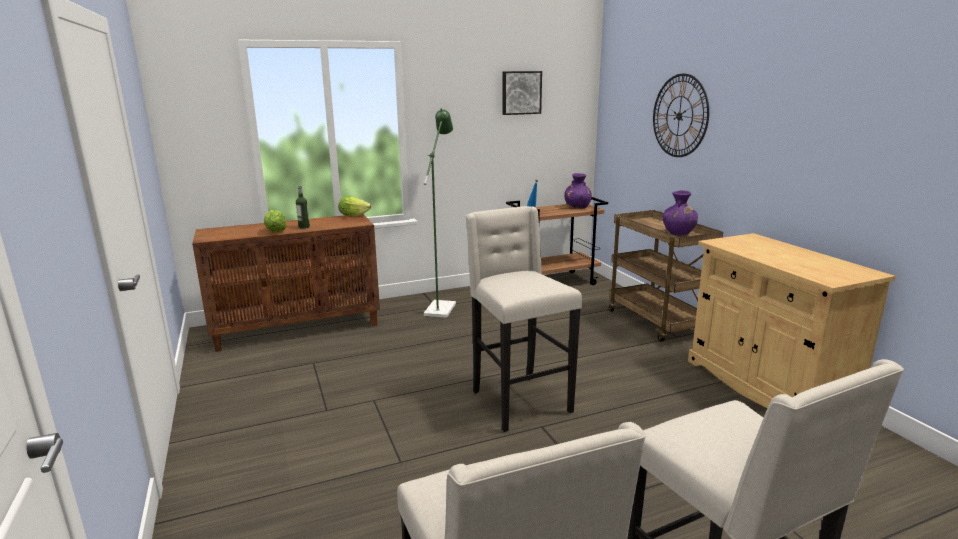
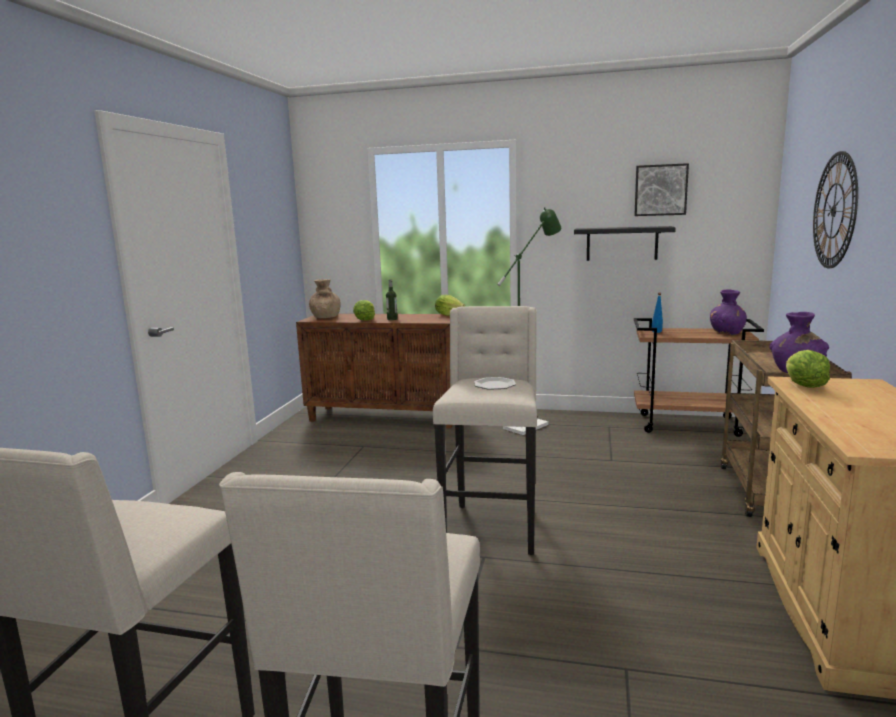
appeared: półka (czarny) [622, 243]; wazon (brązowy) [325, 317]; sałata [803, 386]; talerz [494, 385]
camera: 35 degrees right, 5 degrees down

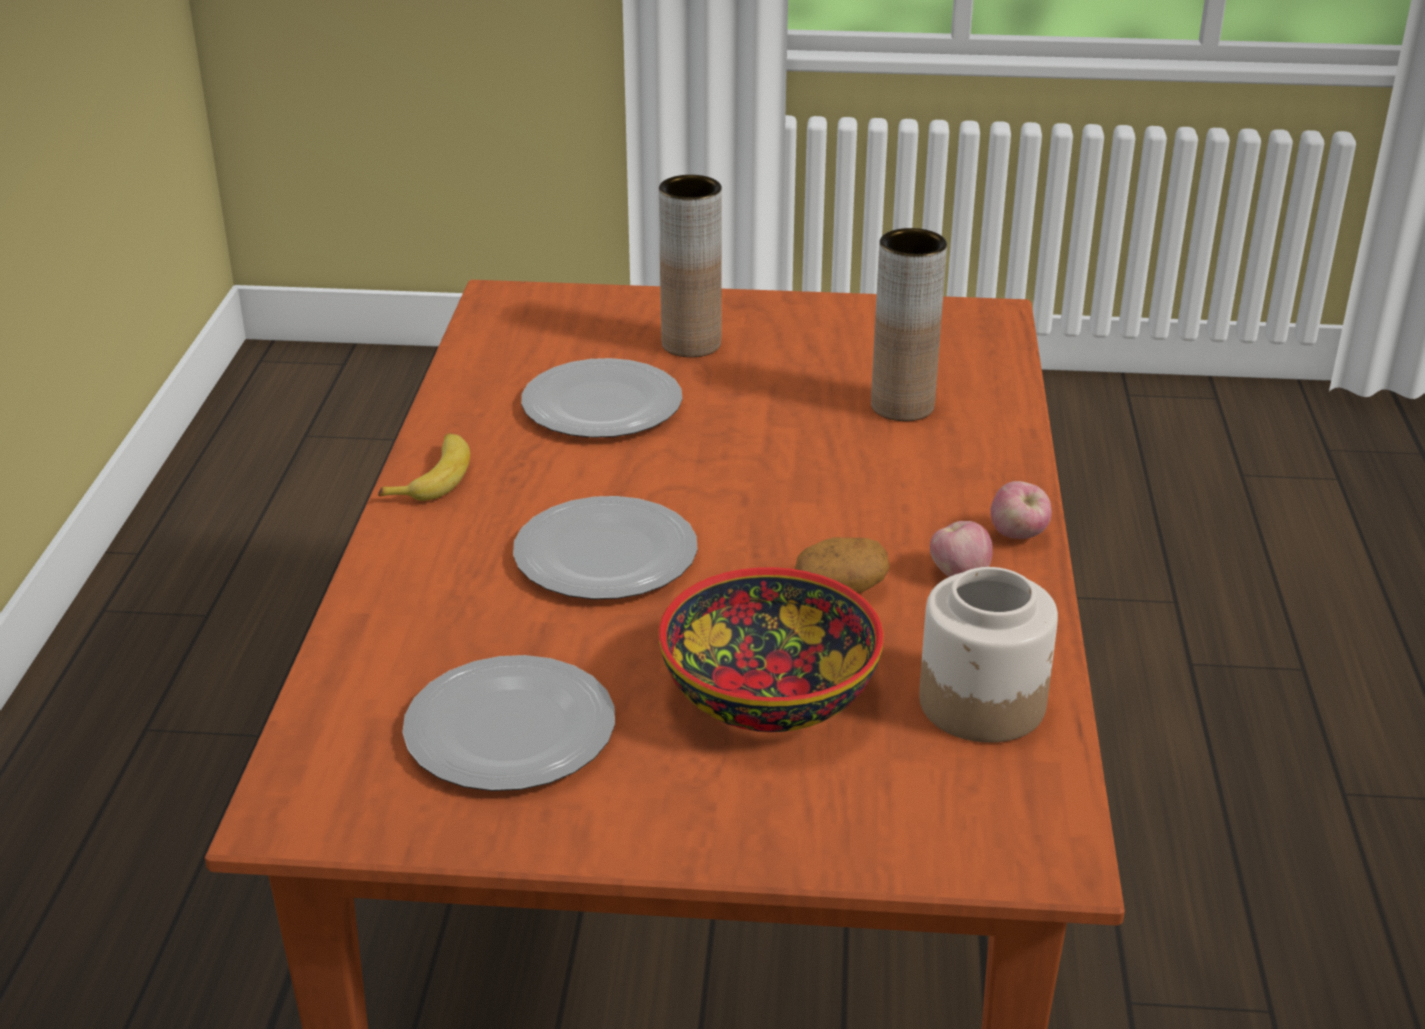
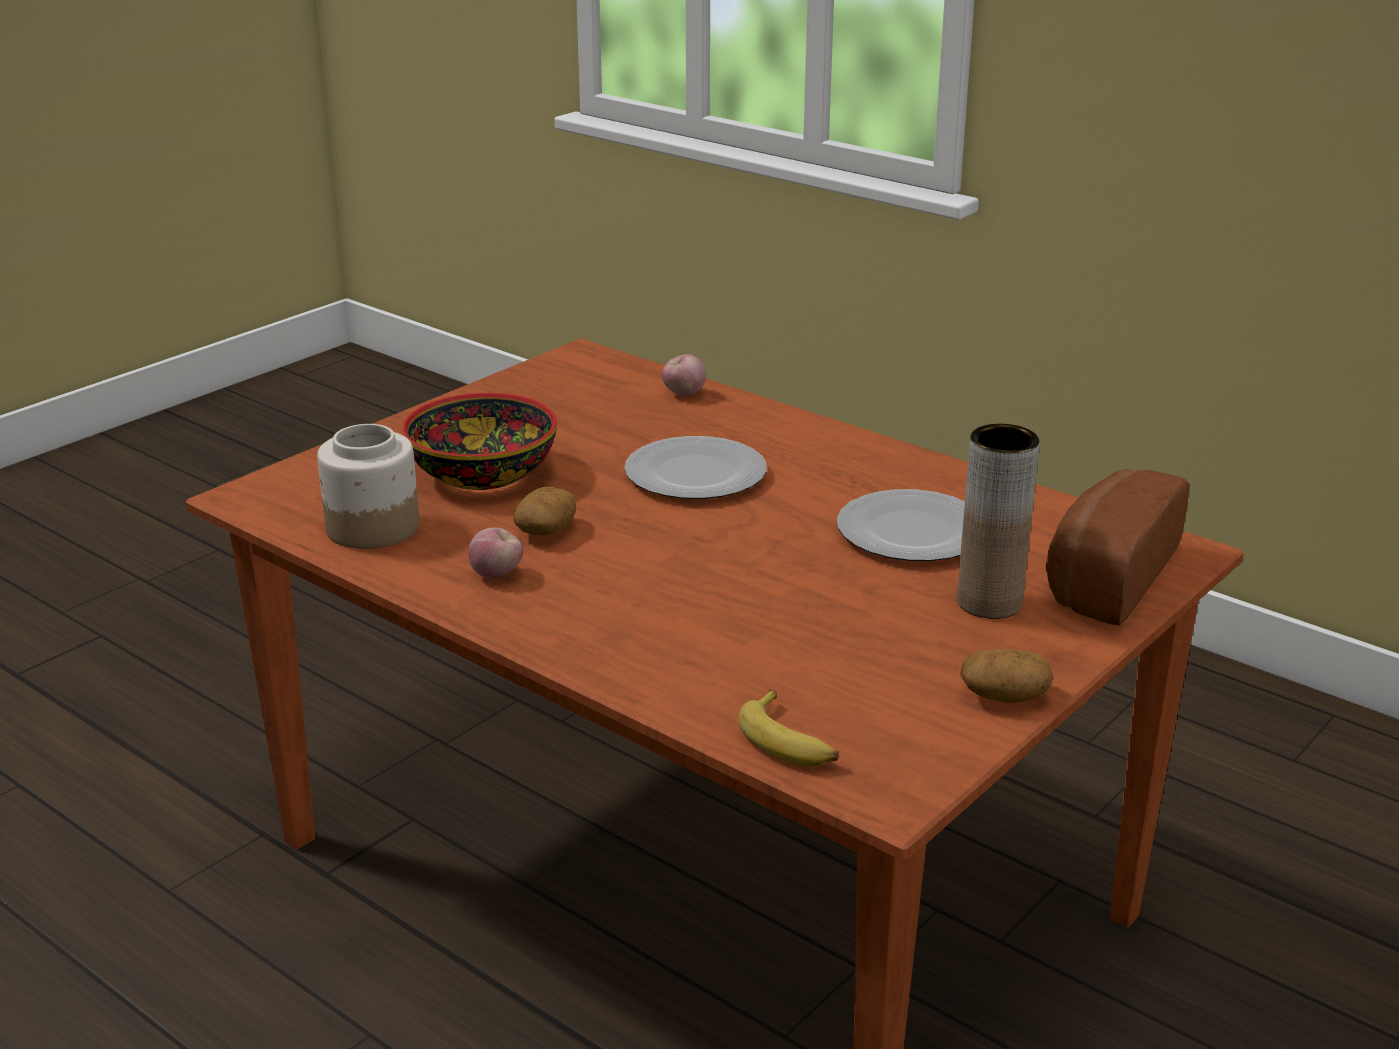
missing: wazon (brązowy) [902, 406]; talerz [507, 731]
appeared: chleb [1104, 577]; ziemniak [1004, 696]
relocated: banan [433, 477] to [789, 742]; jabłko [1018, 536] to [683, 394]
camera: 125 degrees right, 5 degrees down

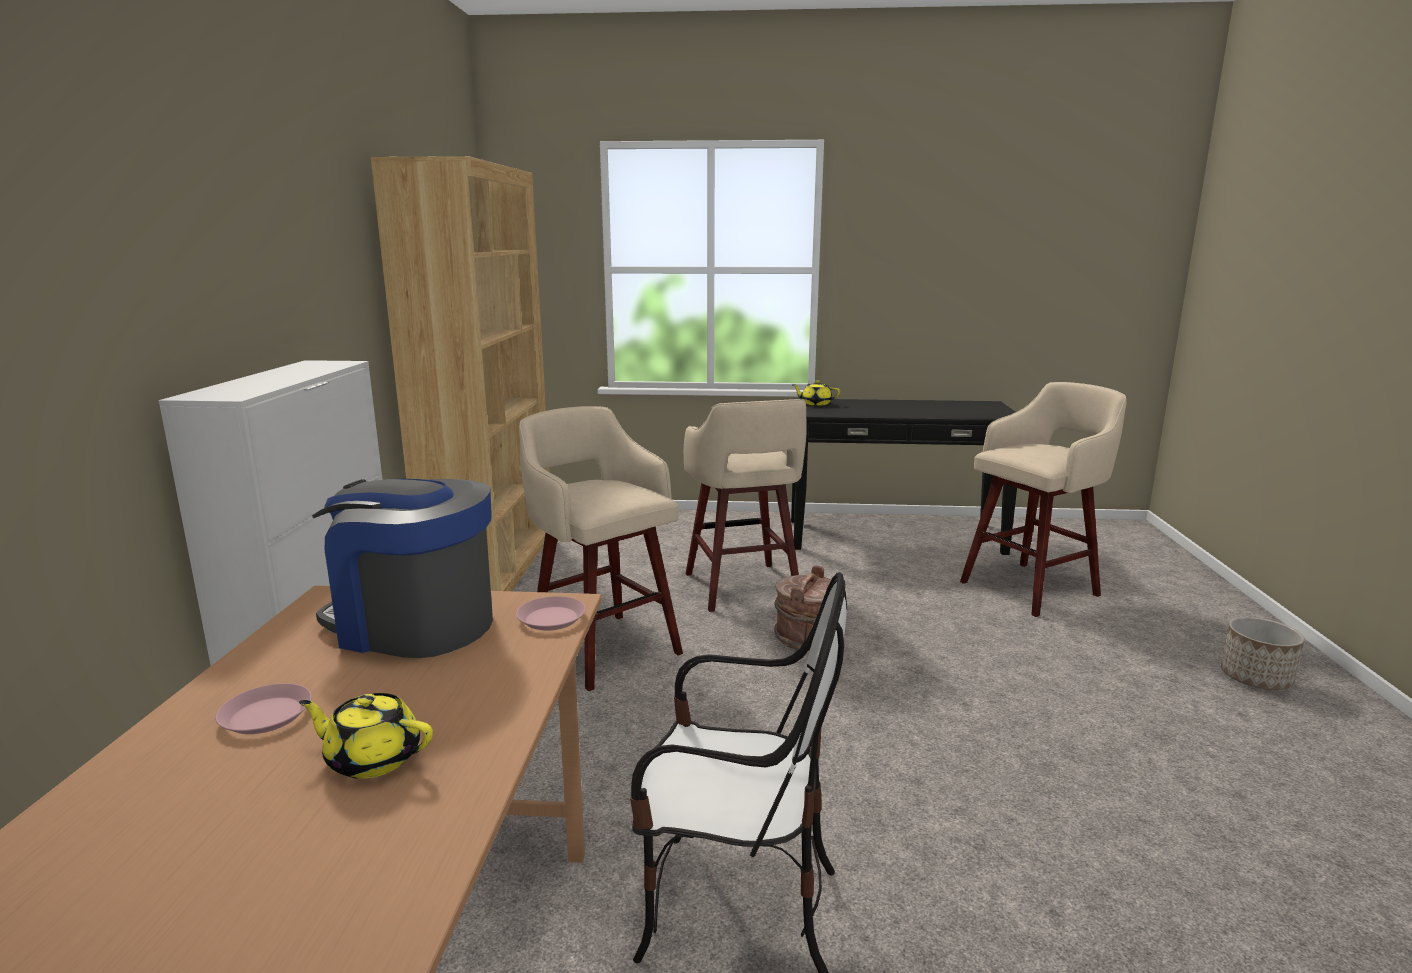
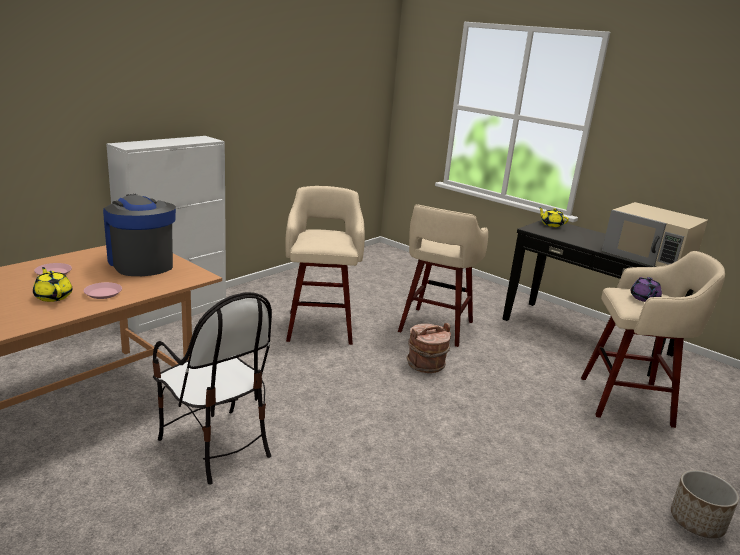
missing: regał (brązowy) [493, 566]
appeared: mikrofalówka (beżowy) [649, 255]; imbryk (fioletowy) [644, 299]
relocated: talerz (różowy) [552, 618] to [103, 293]
camera: 35 degrees right, 5 degrees up

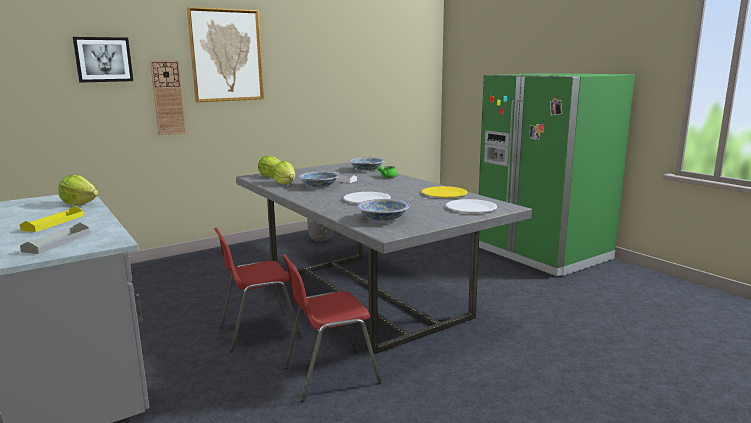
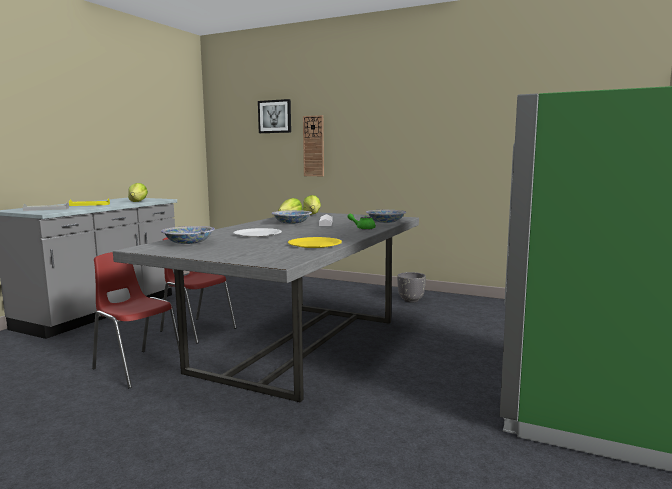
missing: obraz [226, 55]; talerz (biały) [471, 208]
camera: 60 degrees right, 5 degrees down

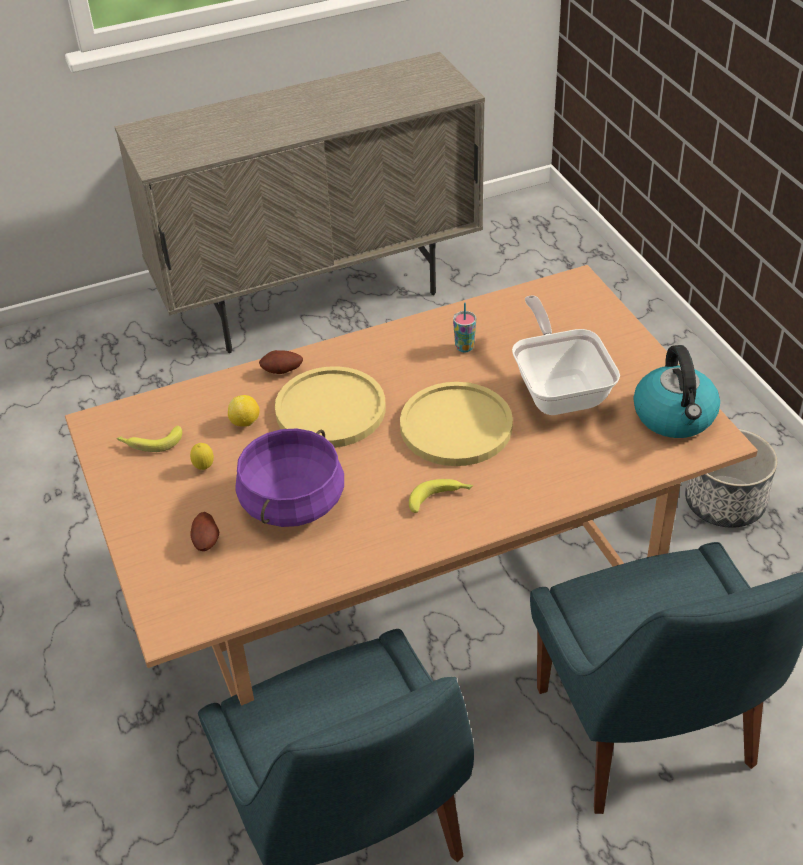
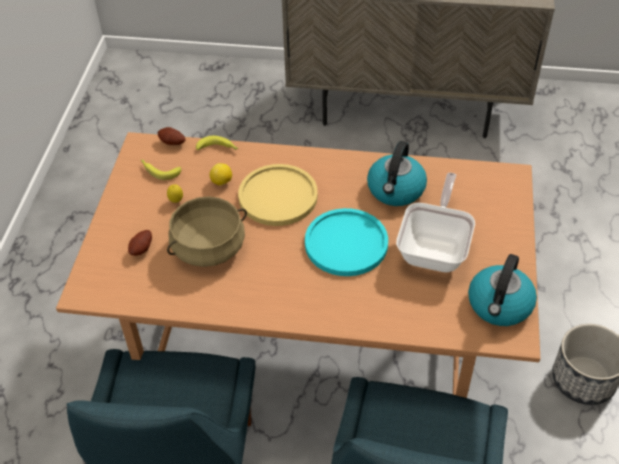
relocated: ziemniak [282, 372] to [172, 143]; banan [440, 498] to [218, 149]
exchanged: filiżanka [464, 347] to czajnik [396, 190]
colour: talerz (żółty) [456, 426] to talerz (turkusowy) [346, 243]; garnek (fioletowy) [293, 502] to garnek (beżowy) [208, 248]
camera: 30 degrees right, 5 degrees up

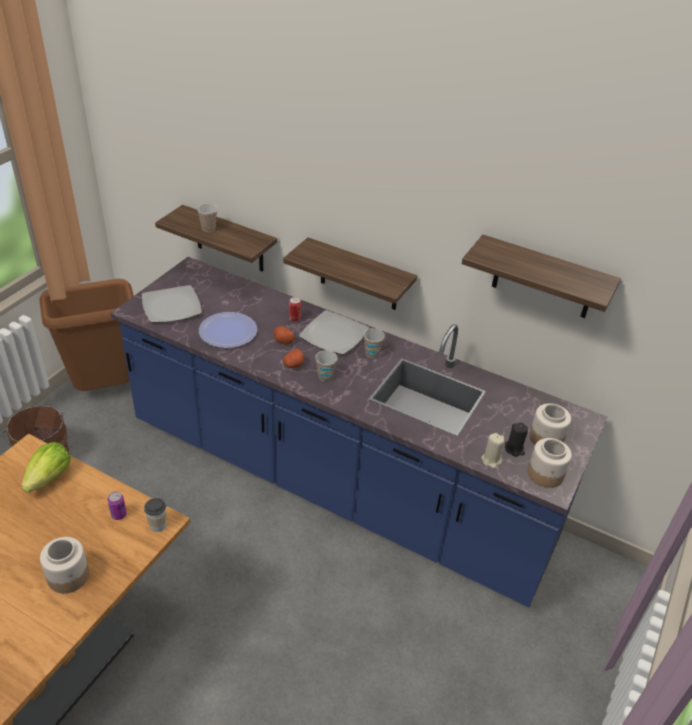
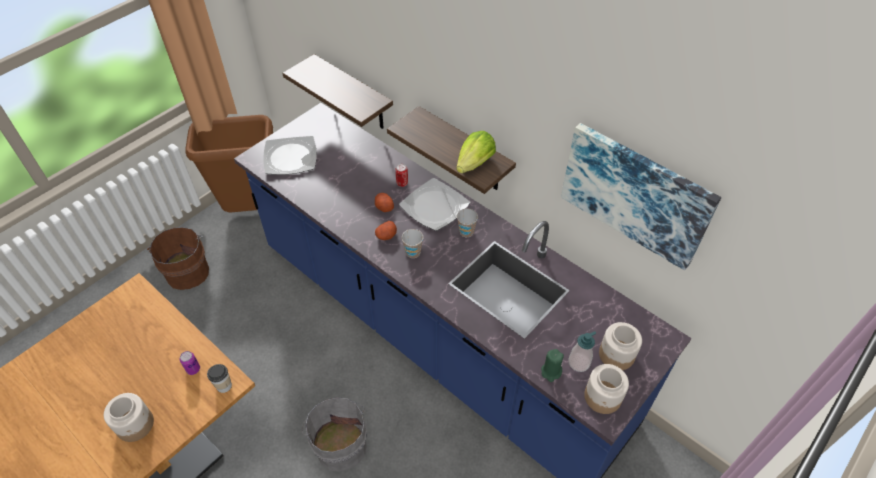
missing: filiżanka [208, 228]; talerz [228, 331]
appeared: wiadro (szary) [340, 444]
relocated: sałata [50, 477] to [475, 163]
exchanged: półka [543, 278] to obraz [636, 194]; świeca (czarny) [514, 449] to dozownik mydła [579, 363]
colour: świeca (beżowy) [491, 460] to świeca (zielony) [551, 372]
camera: 15 degrees right, 10 degrees up

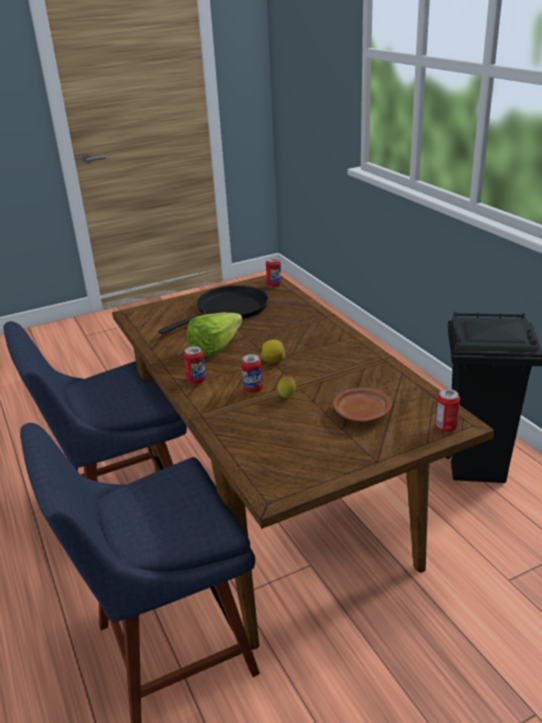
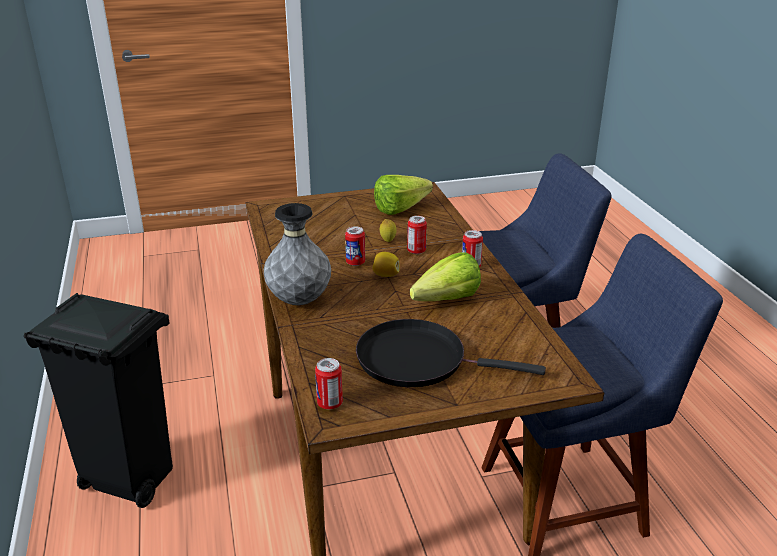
missing: talerz (brązowy) [362, 413]
appeared: sałata [405, 209]; wazon (szary) [299, 301]
relocated: puszka [445, 428] to [355, 262]
spun: patelnia (czarny) [228, 310] = [418, 360] 45 degrees clockwise
camera: 170 degrees left, 0 degrees up

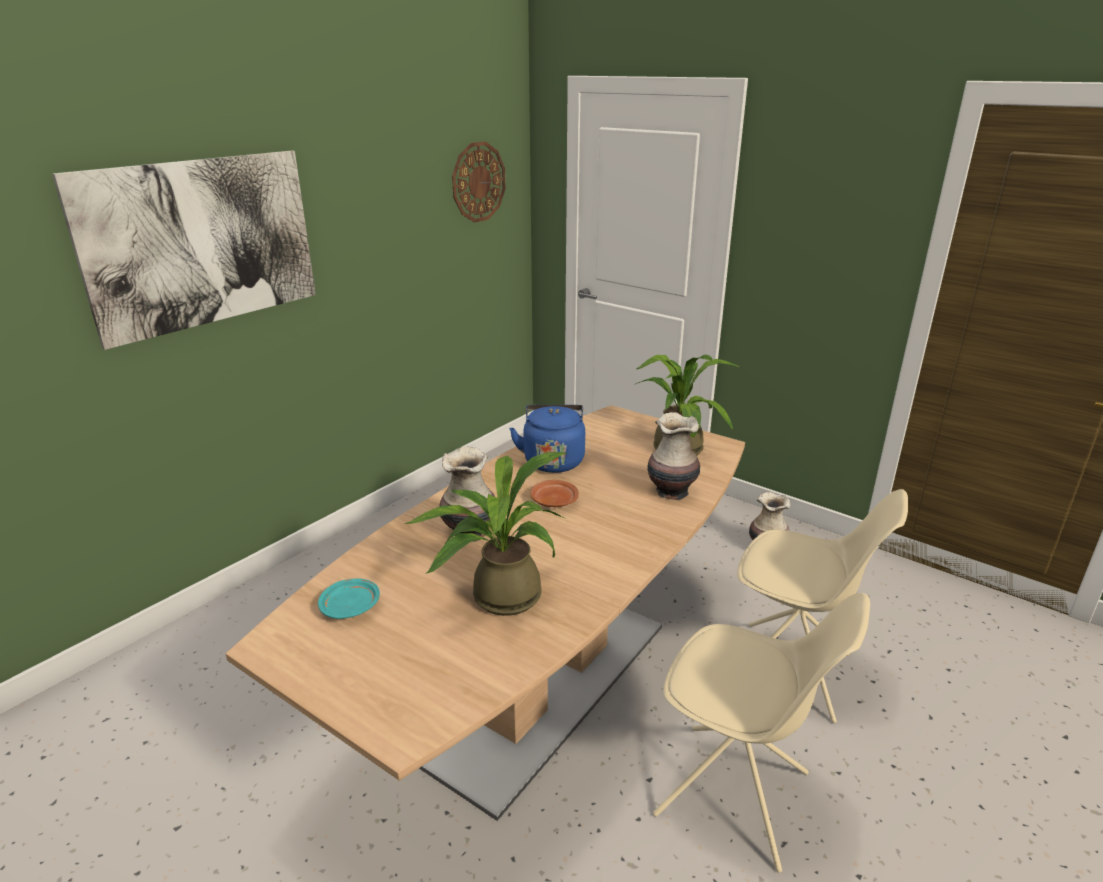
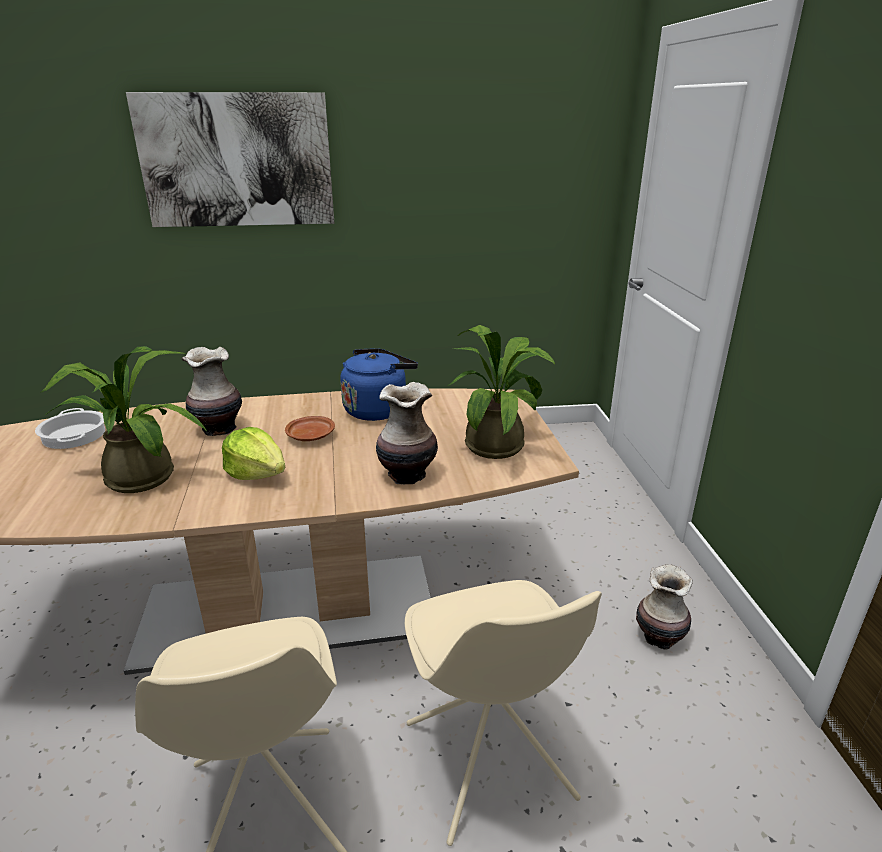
missing: zegar ścienny [478, 182]
appeared: sałata [257, 473]
exchanged: talerz (turkusowy) [350, 606] to garnek [75, 435]
camera: 45 degrees right, 0 degrees up

